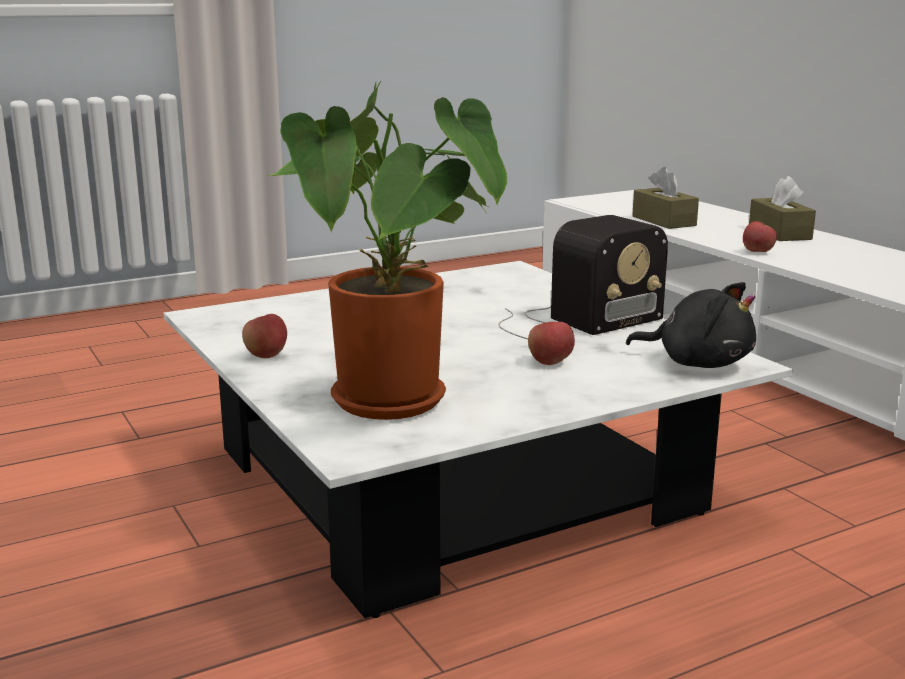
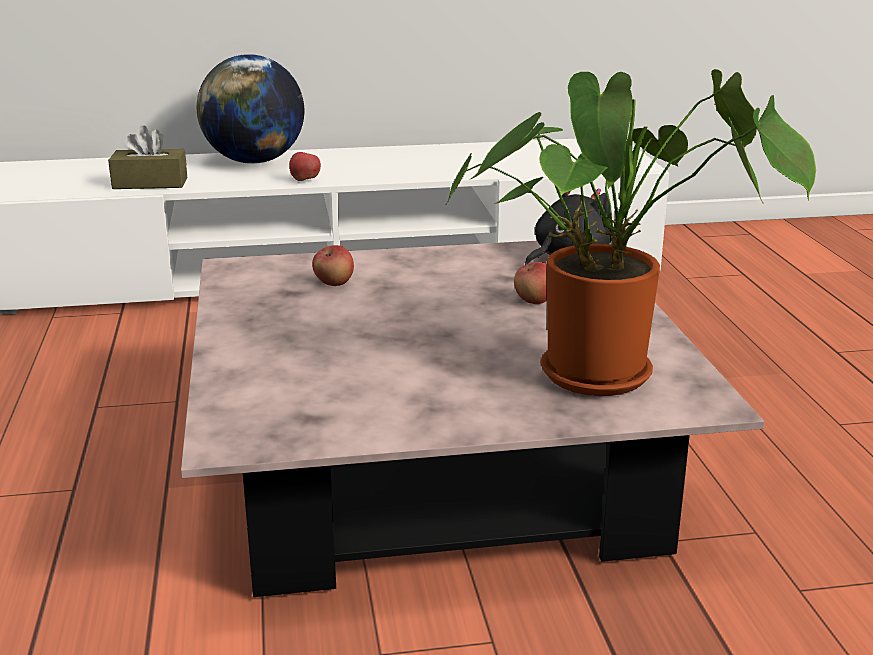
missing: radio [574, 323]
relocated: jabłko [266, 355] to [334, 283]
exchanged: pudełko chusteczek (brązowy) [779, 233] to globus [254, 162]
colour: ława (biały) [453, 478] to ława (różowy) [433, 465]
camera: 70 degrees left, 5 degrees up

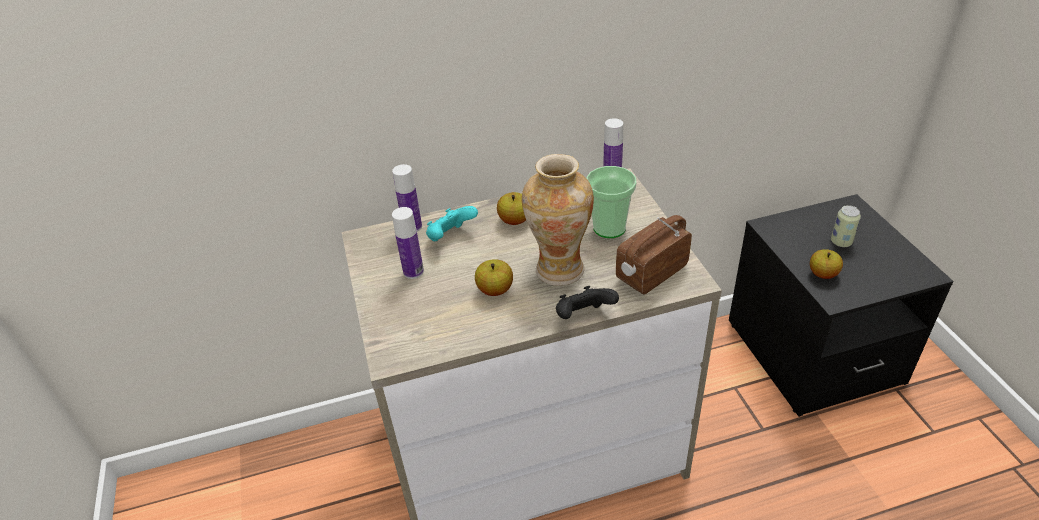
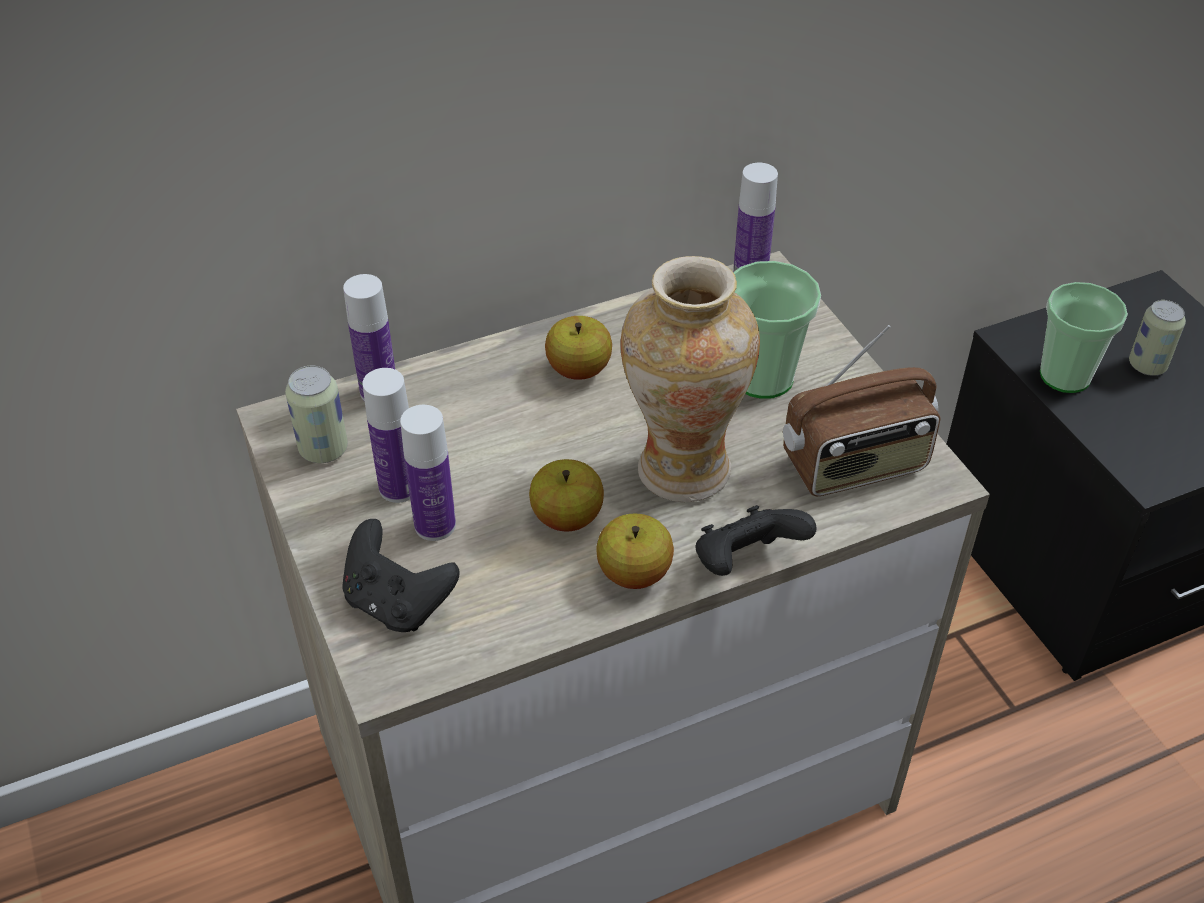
missing: pad do gier (turkusowy) [451, 237]
appeared: filiżanka [1065, 376]; puszka [323, 449]; butelka [435, 525]; pad do gier (czarny) [397, 603]
relocated: jabłko [823, 274] to [634, 573]
spun: radio [650, 273] = [855, 466] 150 degrees counterclockwise
camera: 10 degrees left, 5 degrees up

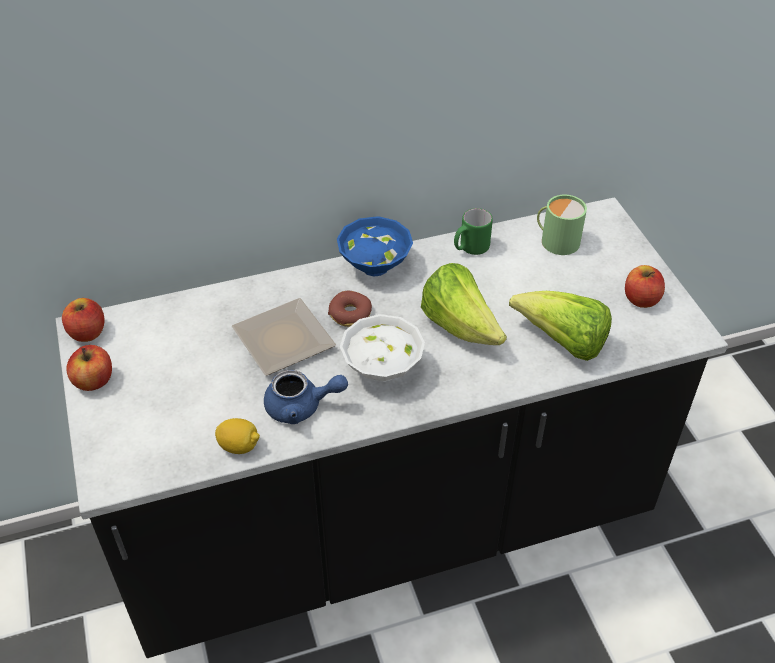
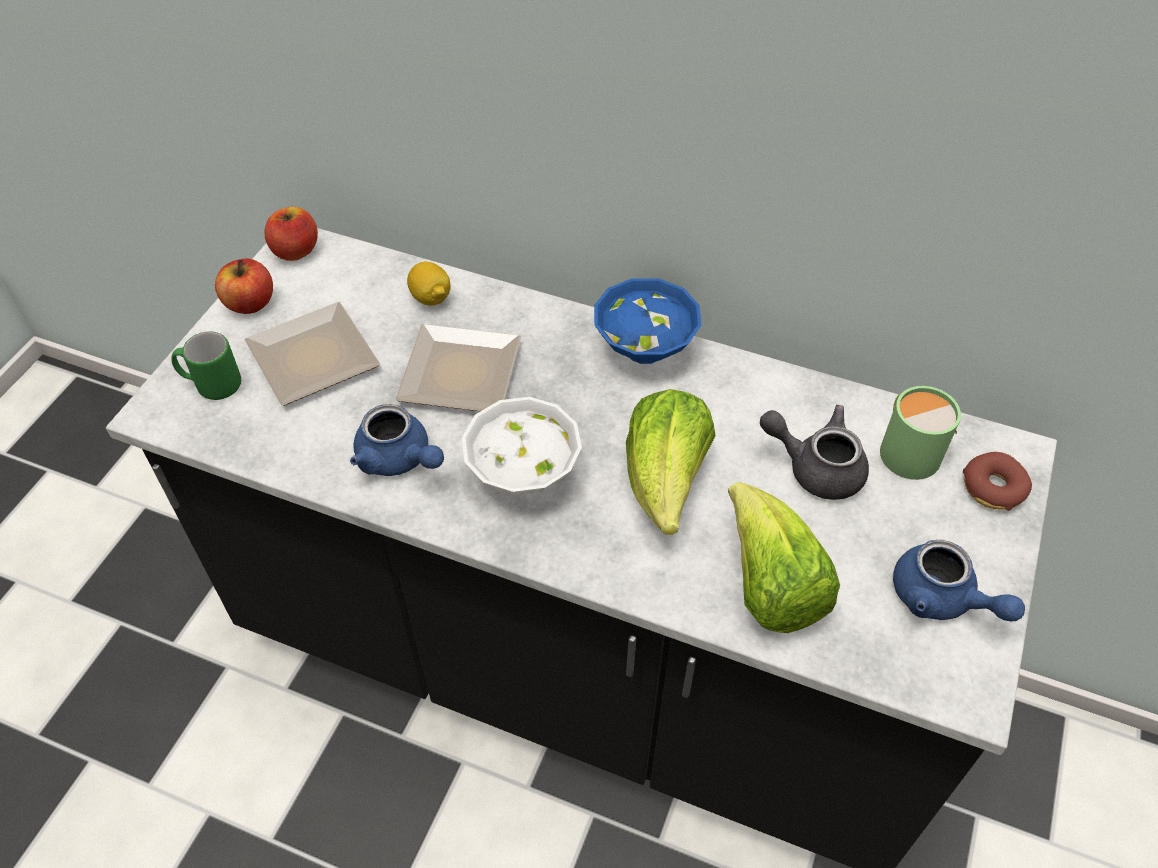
appeared: talerz [318, 359]; imbryk (szary) [815, 467]
relocated: kubek (zielony) [470, 248] to [211, 385]; donut [350, 314] to [993, 488]; cytryna [239, 446] to [430, 298]
exchanged: jabłko [641, 299] to imbryk (niebieski) [942, 599]
camera: 40 degrees right, 5 degrees up

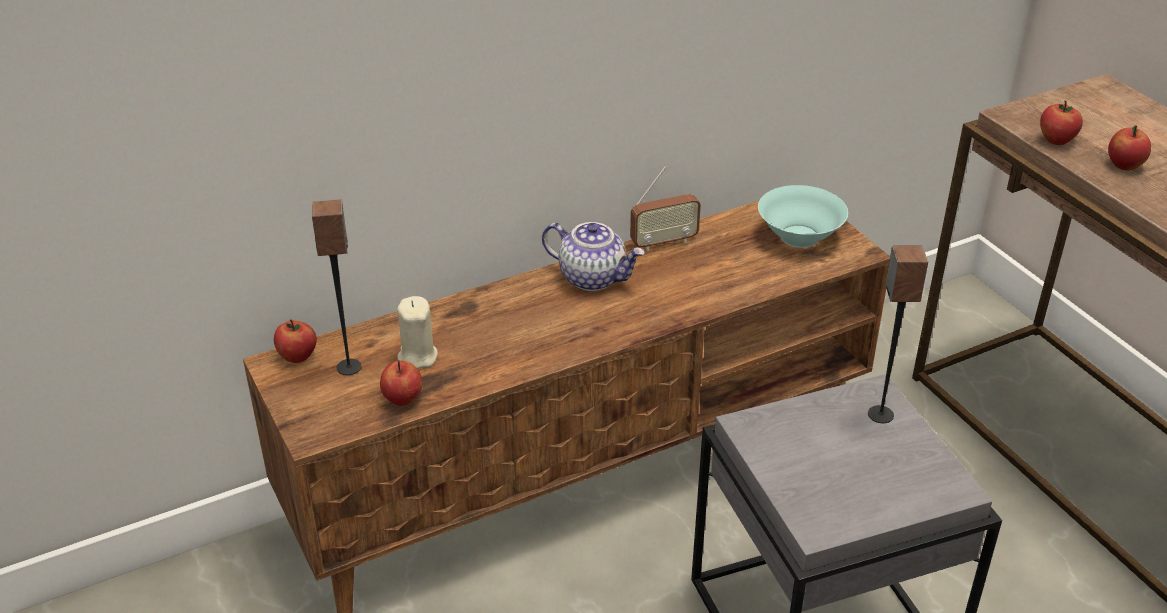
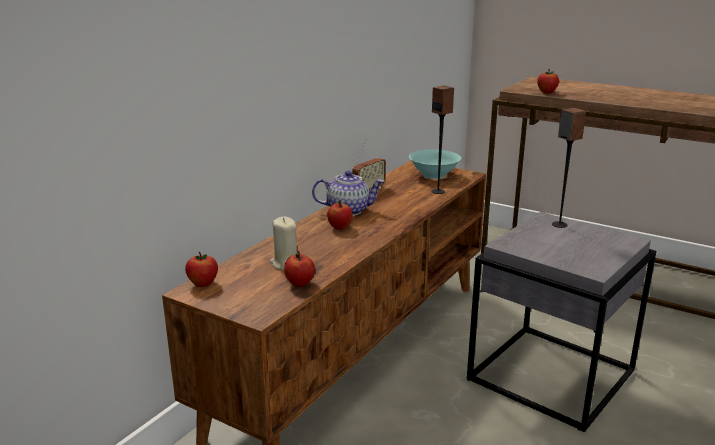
relocated: jabłko [1124, 165] to [340, 227]; głośnik [349, 367] to [438, 191]
camera: 30 degrees left, 15 degrees down

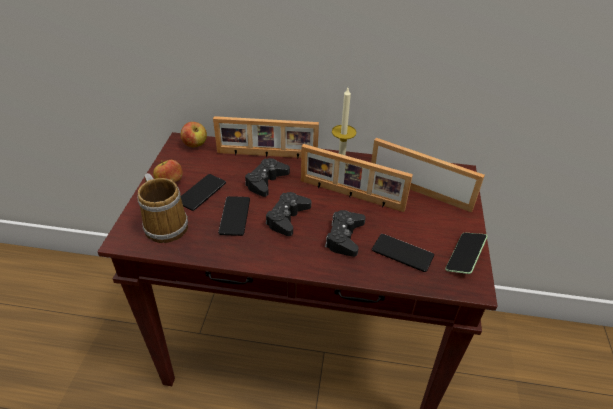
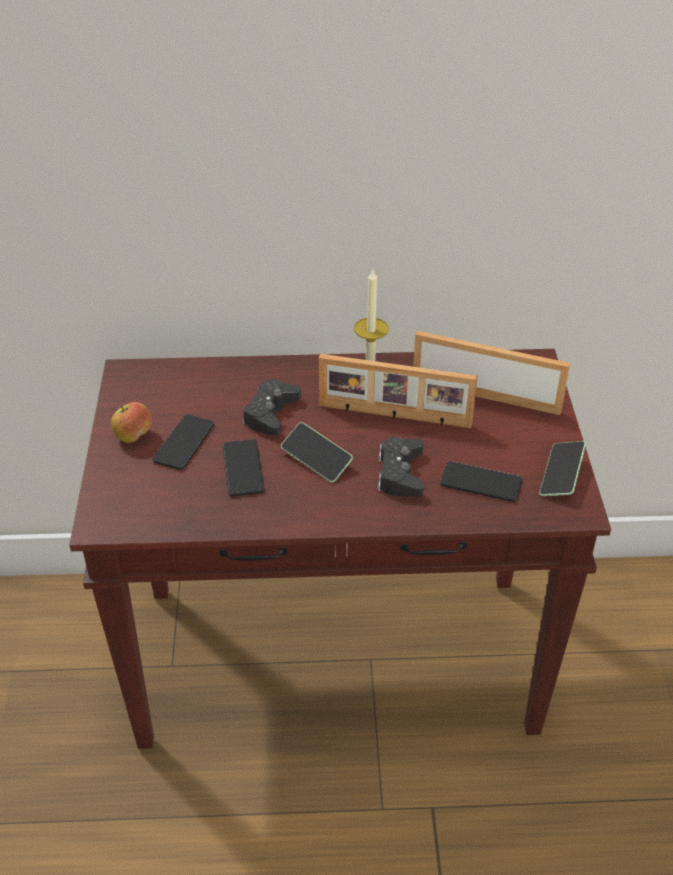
missing: ramka na zdjęcie [267, 155]; jabłko [195, 144]; kubek [166, 225]
exchanged: pad do gier (czarny) [287, 218] to telefon [316, 460]
camera: 10 degrees left, 0 degrees up

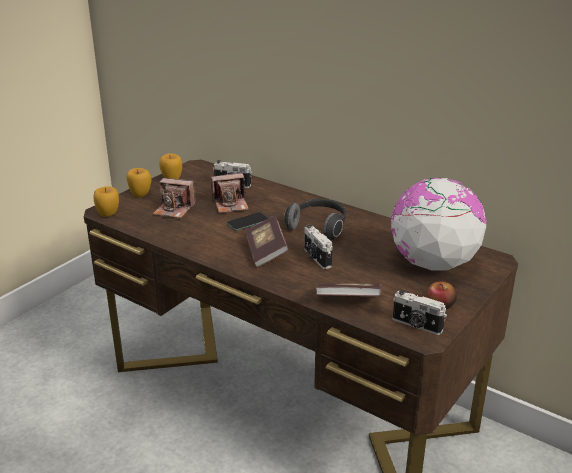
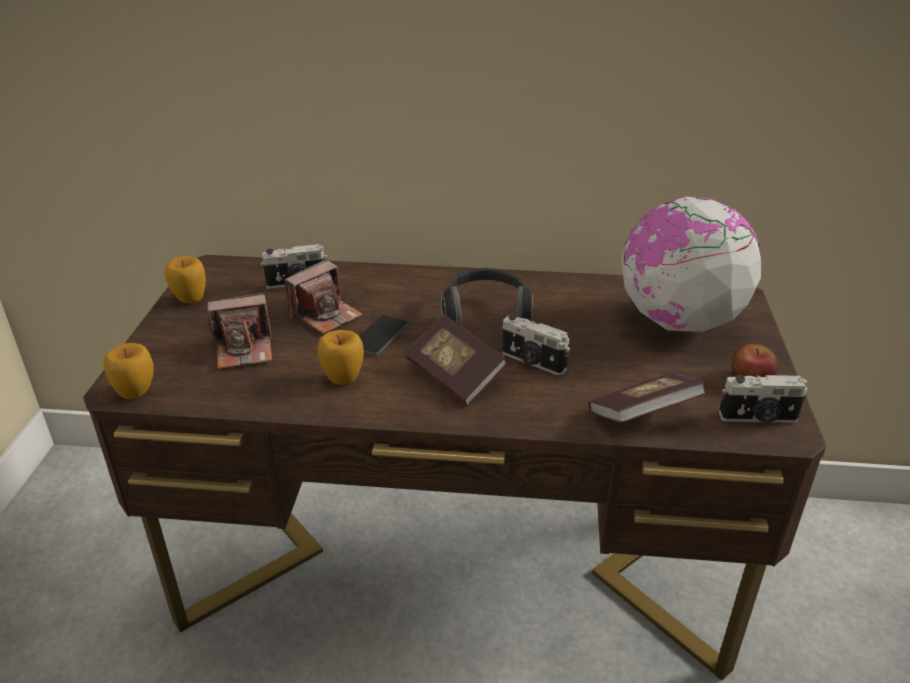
relocated: jabłko [140, 194] to [343, 378]
camera: 30 degrees left, 5 degrees up

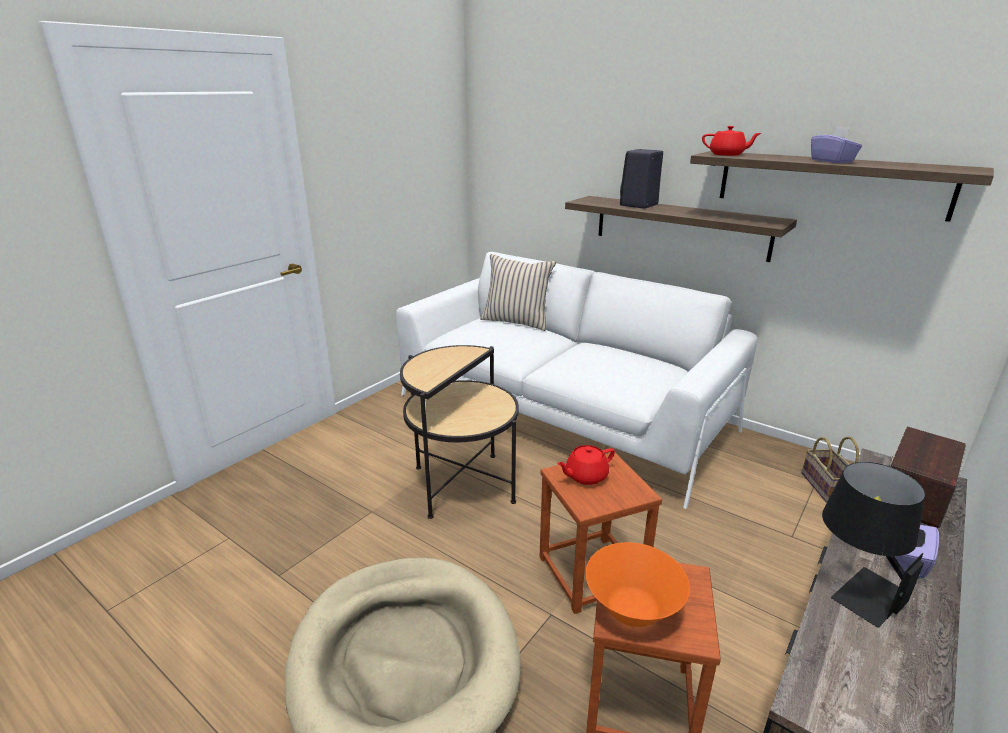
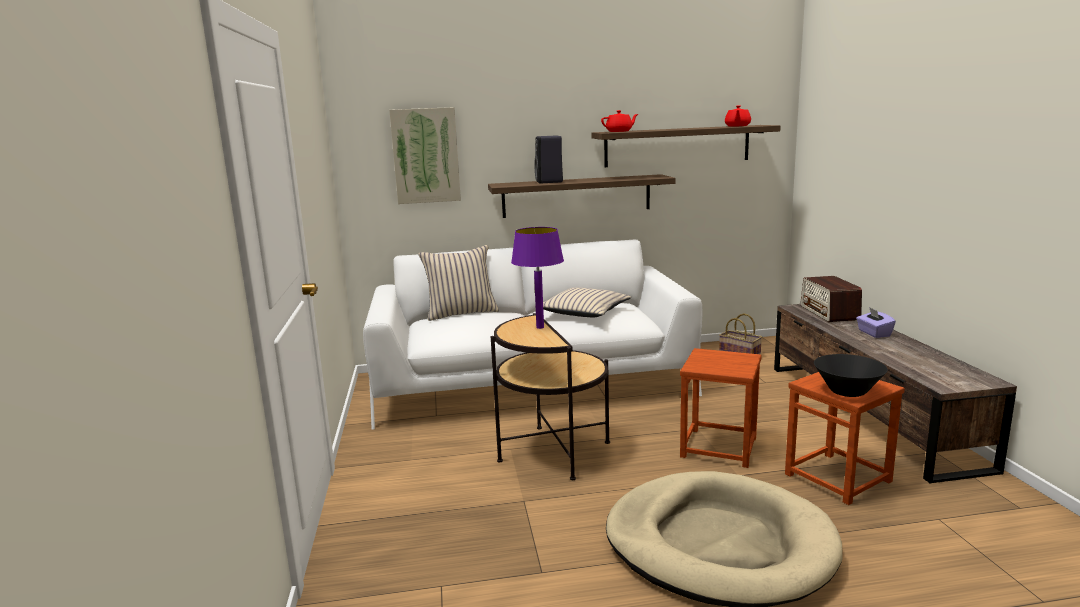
missing: pudełko chusteczek (fioletowy) [832, 161]; lampa stołowa (czarny) [854, 586]
appeared: obraz [425, 155]; lampa stołowa (fioletowy) [540, 327]; poduszka (beżowy) [584, 312]
relocated: imbryk (czerwony) [585, 476] to [737, 126]
colour: miska (pomarańczowy) [632, 608] to miska (czarny) [847, 392]
camera: 45 degrees left, 10 degrees down

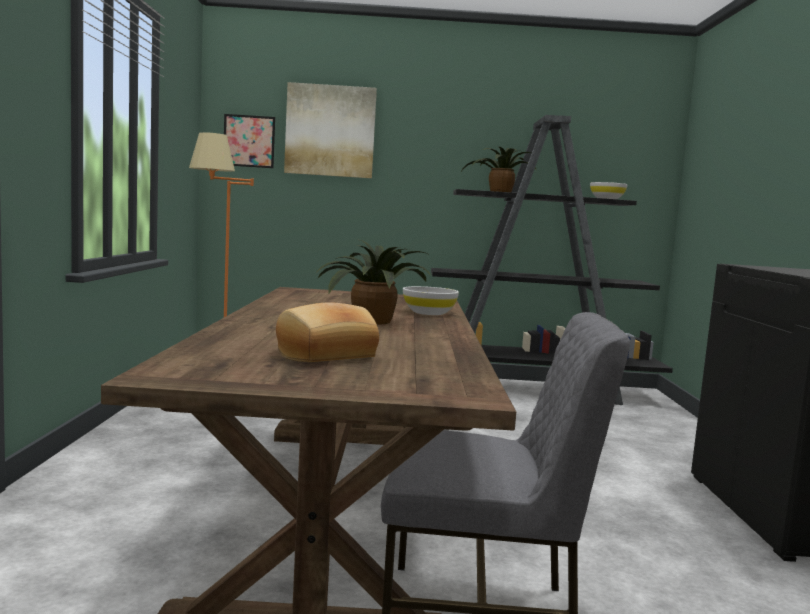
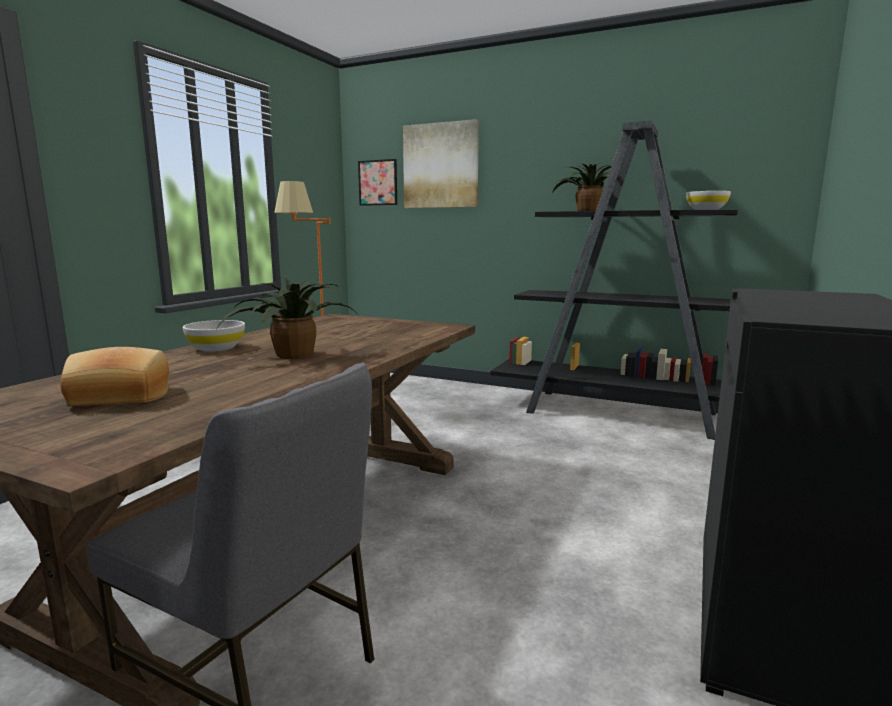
relocated: miska (biały) [429, 313] to [216, 348]
camera: 25 degrees right, 5 degrees up

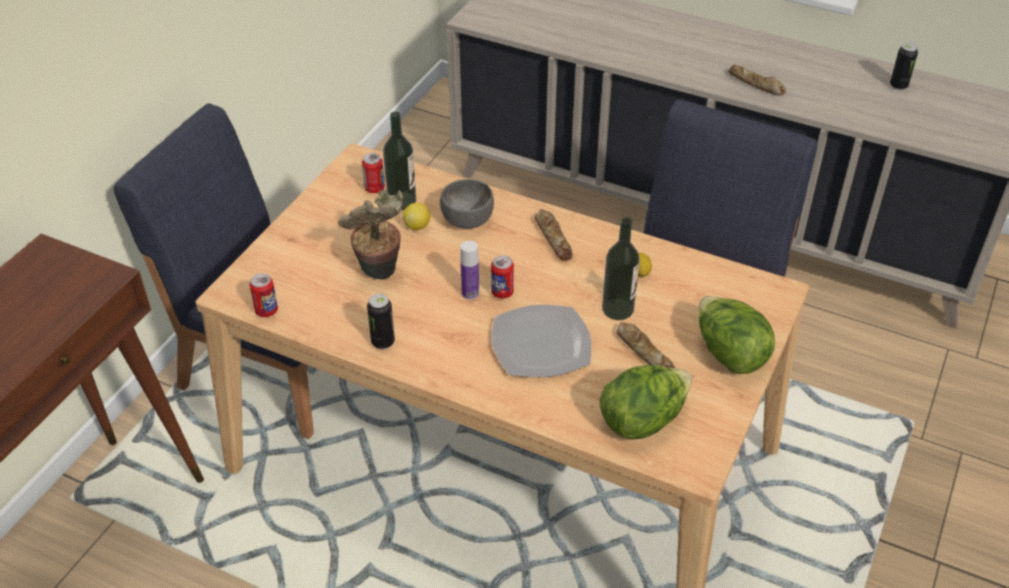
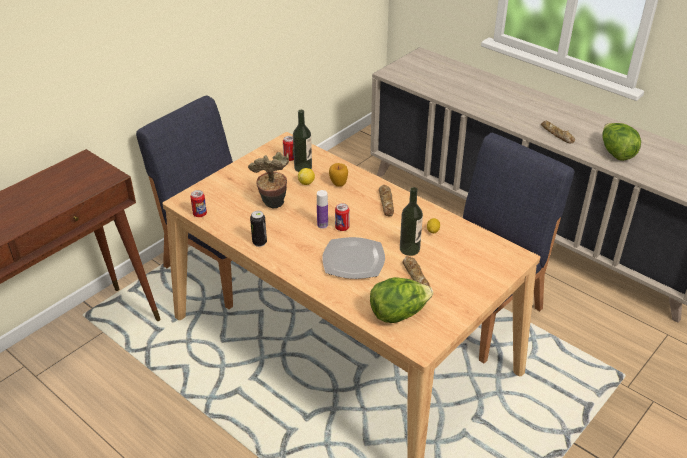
missing: puszka [898, 86]
relocated: sałata [728, 354] to [616, 153]
exchanged: miska (szary) [468, 219] to jabłko [338, 184]
camera: 15 degrees right, 5 degrees down

